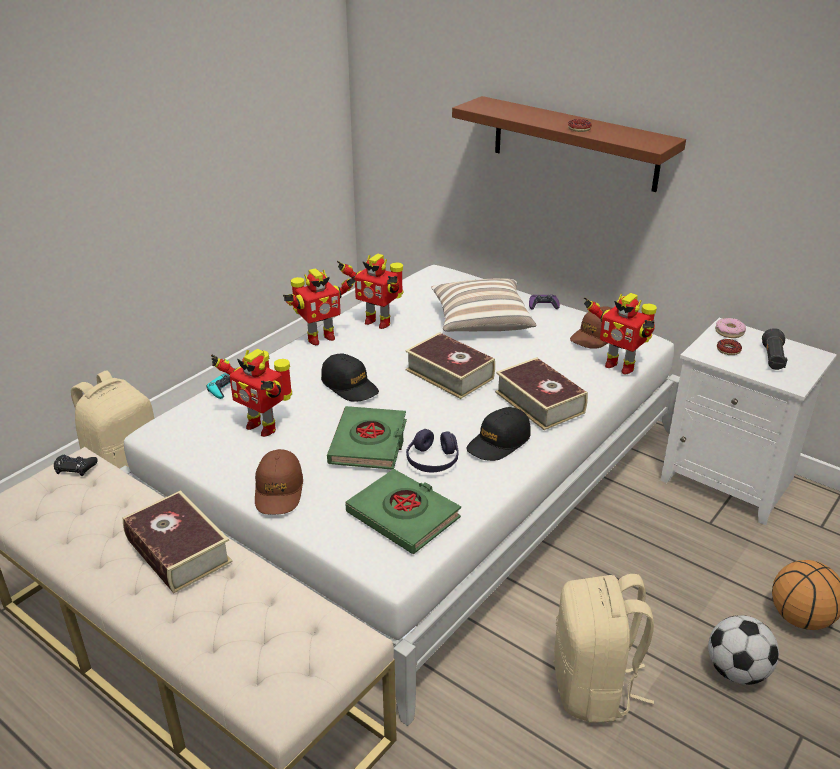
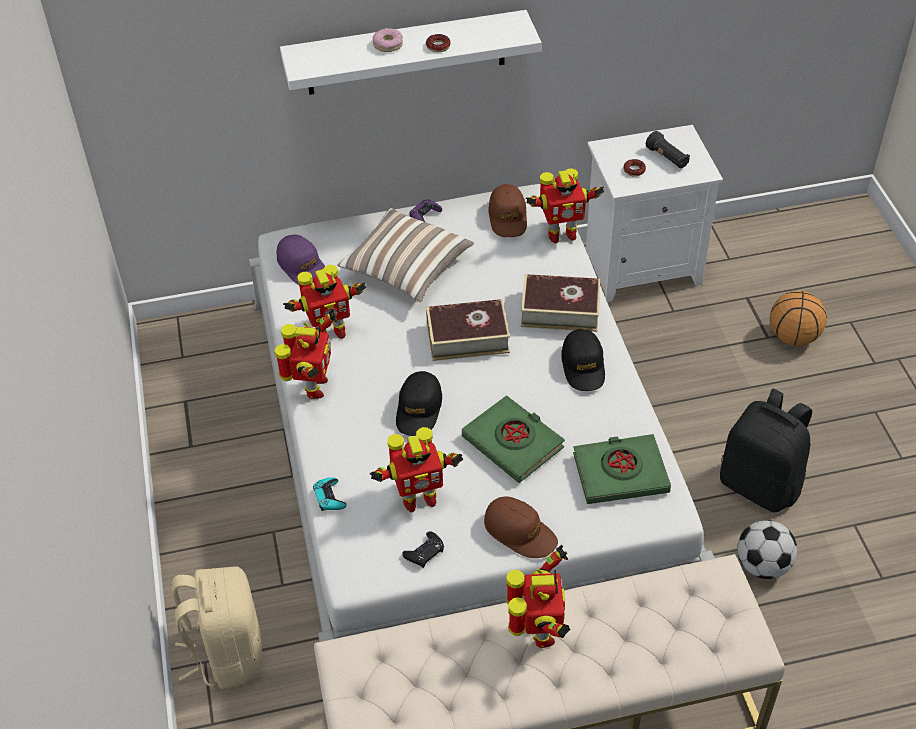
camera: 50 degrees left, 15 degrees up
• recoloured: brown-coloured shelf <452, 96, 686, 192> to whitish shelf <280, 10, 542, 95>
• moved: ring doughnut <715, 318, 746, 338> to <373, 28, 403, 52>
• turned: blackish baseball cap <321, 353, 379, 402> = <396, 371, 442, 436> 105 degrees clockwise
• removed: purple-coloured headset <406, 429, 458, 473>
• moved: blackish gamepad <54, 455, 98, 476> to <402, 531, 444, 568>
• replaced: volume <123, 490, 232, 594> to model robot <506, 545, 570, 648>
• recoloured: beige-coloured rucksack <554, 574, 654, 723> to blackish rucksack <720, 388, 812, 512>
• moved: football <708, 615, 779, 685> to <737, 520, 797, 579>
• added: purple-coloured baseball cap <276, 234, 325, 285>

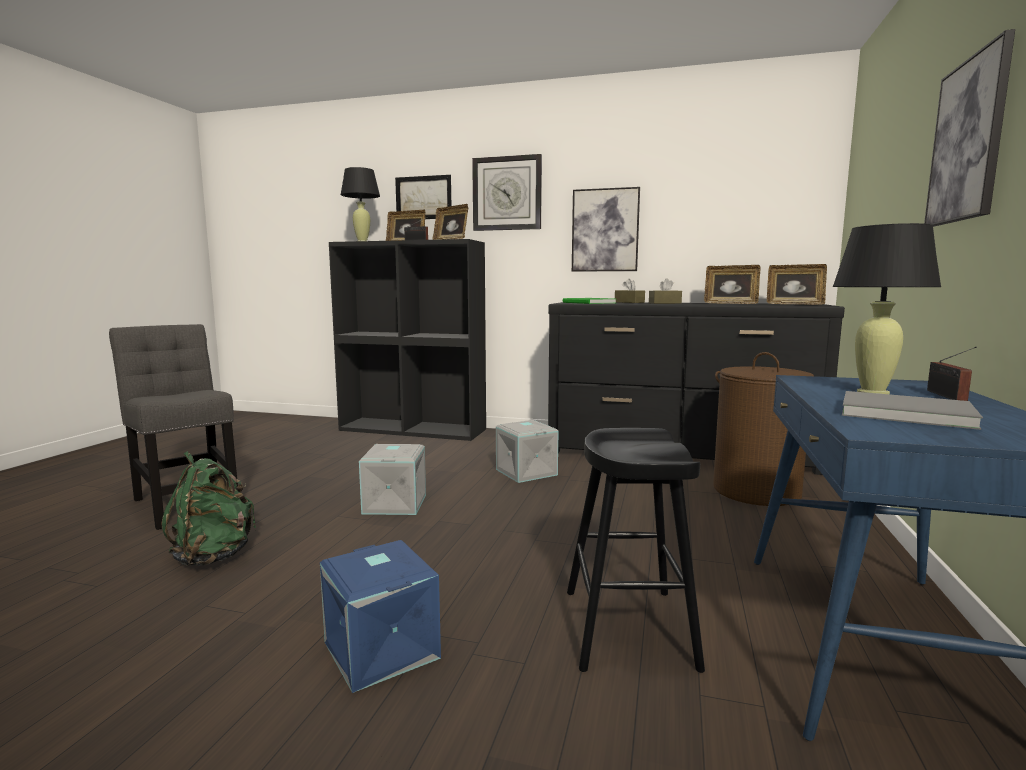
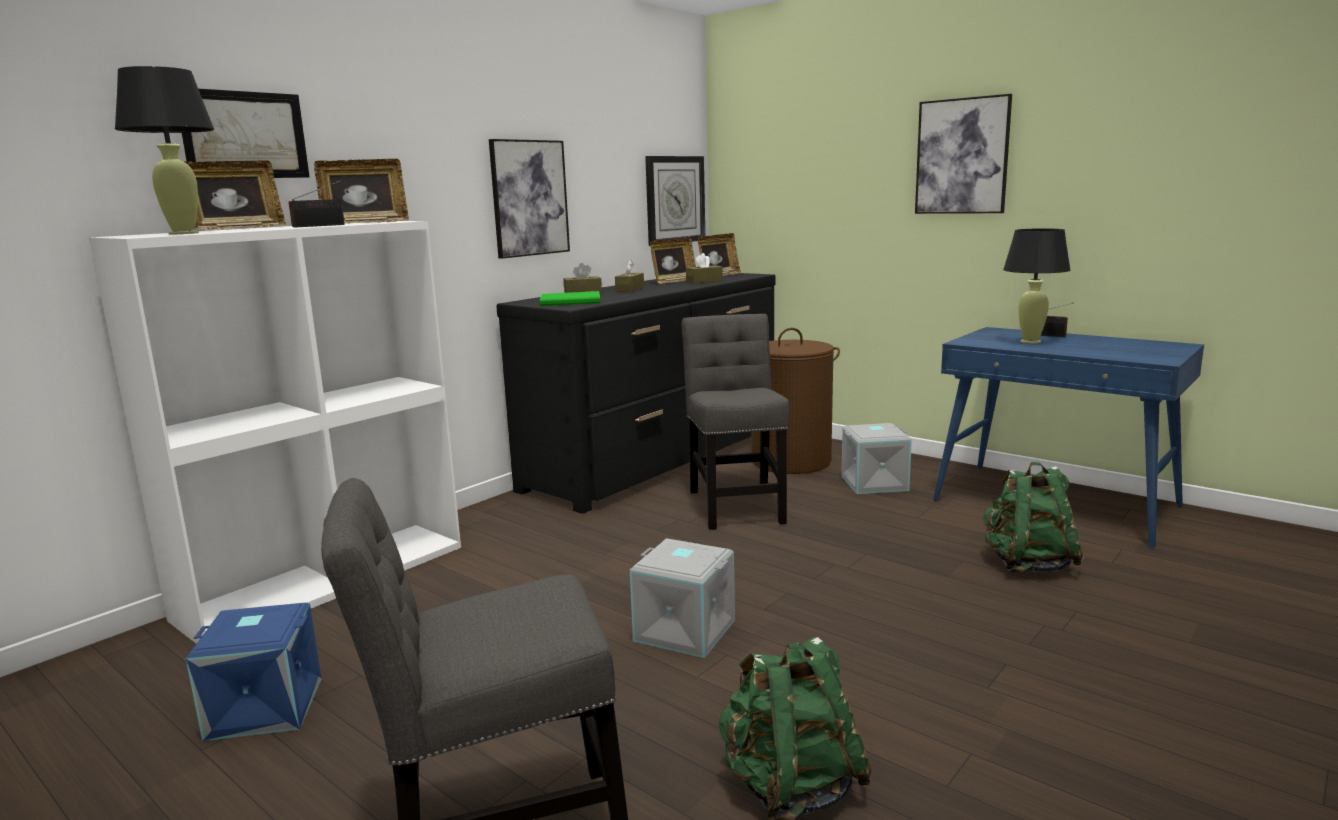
camera: 65 degrees left, 5 degrees up
• moved: clock on the wall <472, 154, 542, 231> to <645, 156, 705, 246>
• recoloured: blackish shelving unit <329, 239, 486, 441> to whitish shelving unit <89, 221, 461, 644>
• removed: grey volume <842, 391, 983, 430>
• moved: grey storage bin <496, 420, 558, 483> to <841, 423, 912, 494>
• replaced: blackish stool seat <567, 428, 705, 673> to green rucksack <983, 462, 1084, 573>
• moved: blue storage bin <320, 540, 441, 693> to <186, 603, 322, 741>
• added: brown-coloured tissue box <686, 253, 723, 283>
• added: grey chair <681, 314, 789, 530>

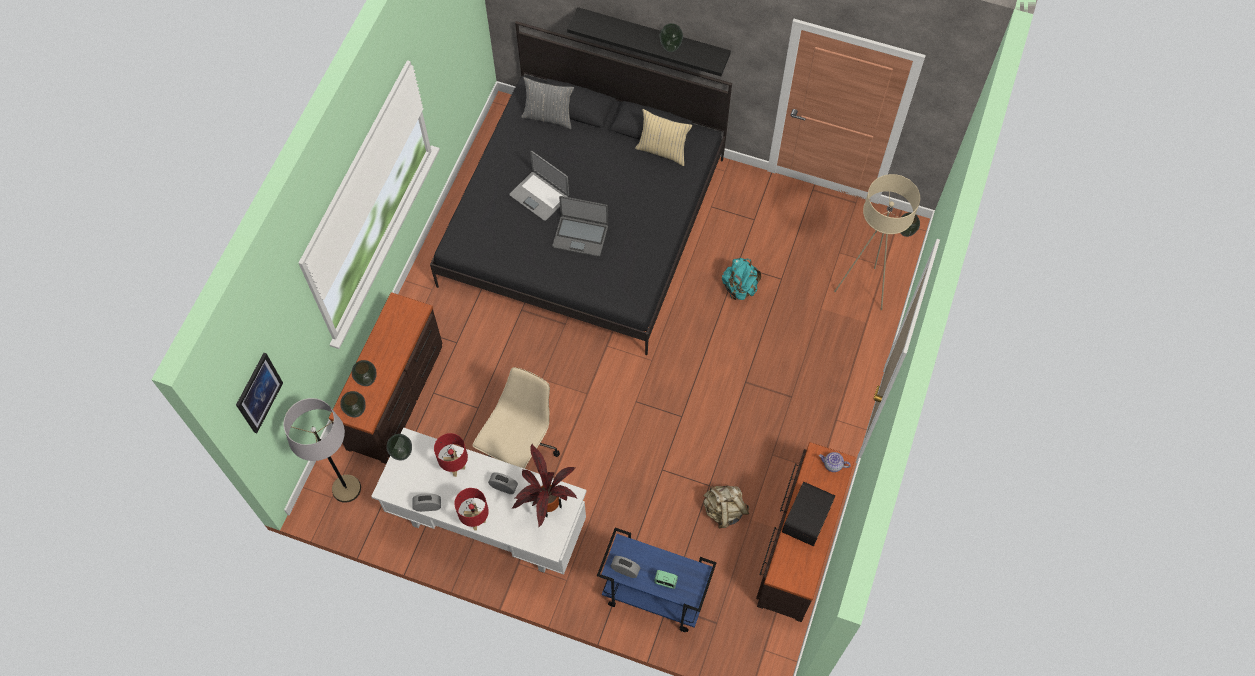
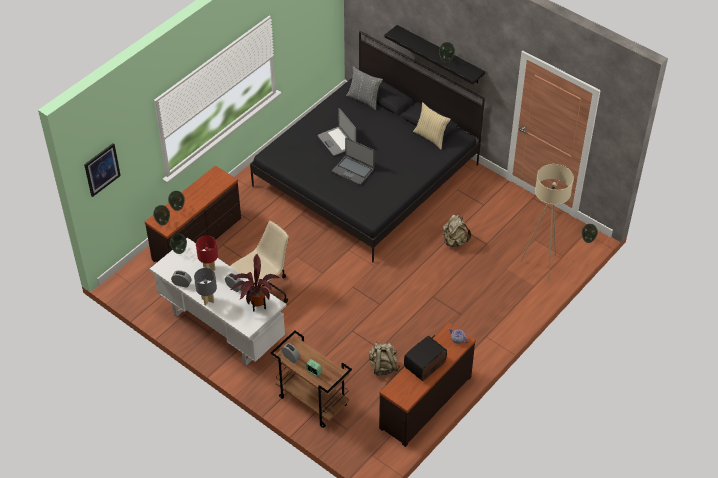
camera: 20 degrees right, 15 degrees down
• recoloured: blue-green rucksack <722, 258, 761, 300> to beige-coloured rucksack <443, 215, 471, 247>
• removed: grey standard lamp <284, 398, 361, 503>
• recoloured: reddish table lamp <455, 488, 489, 530> to grey table lamp <194, 268, 217, 305>
• recoloured: blue wheeled cart <597, 528, 717, 632> to brown-coloured wheeled cart <270, 331, 352, 428>

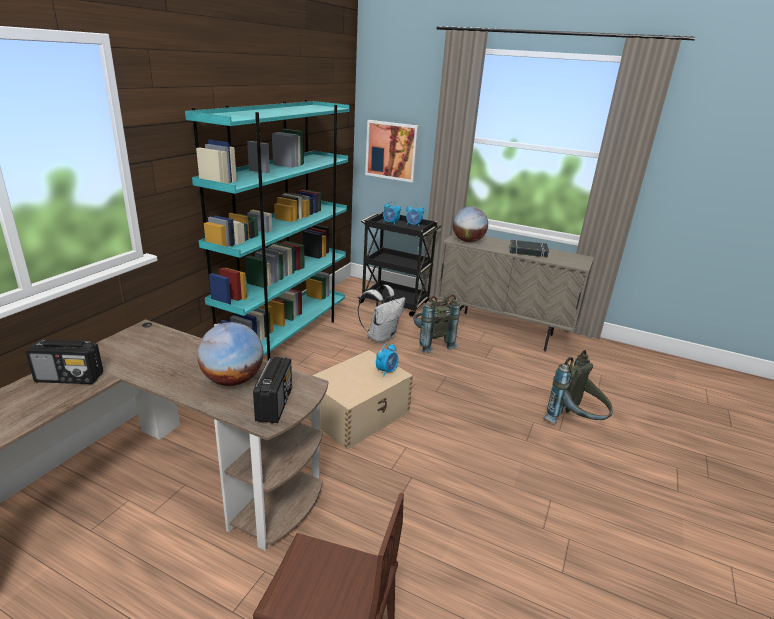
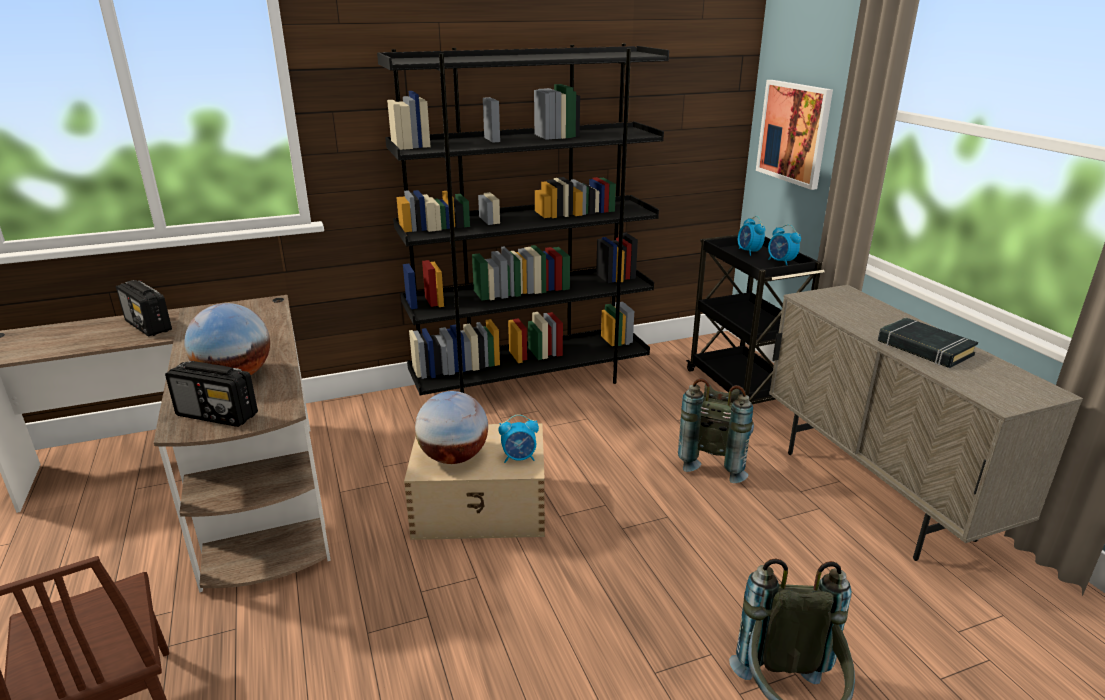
camera: 45 degrees right, 0 degrees up
• recoloured: blue-green shelving unit <185, 100, 350, 360> to blackish shelving unit <377, 44, 669, 396>
• moved: world globe <452, 206, 488, 242> to <415, 391, 488, 464>
• removed: whitish rucksack <358, 285, 405, 343>
• turned: radio <253, 357, 292, 424> = <165, 361, 258, 427> 60 degrees clockwise

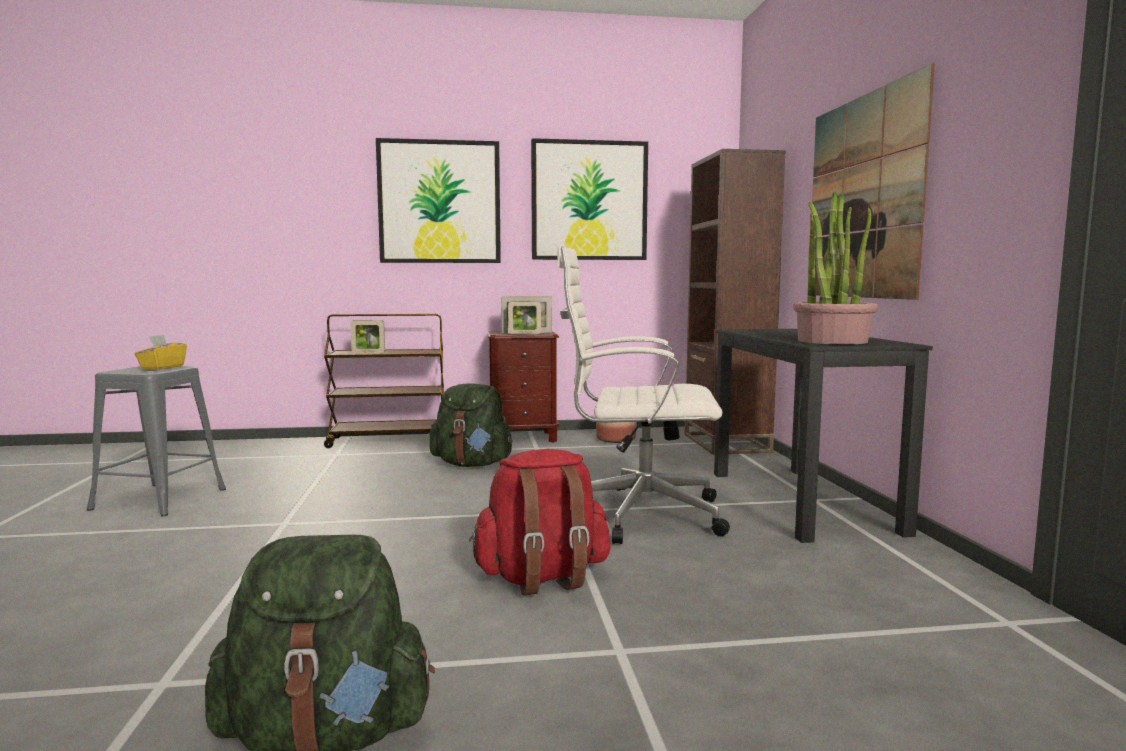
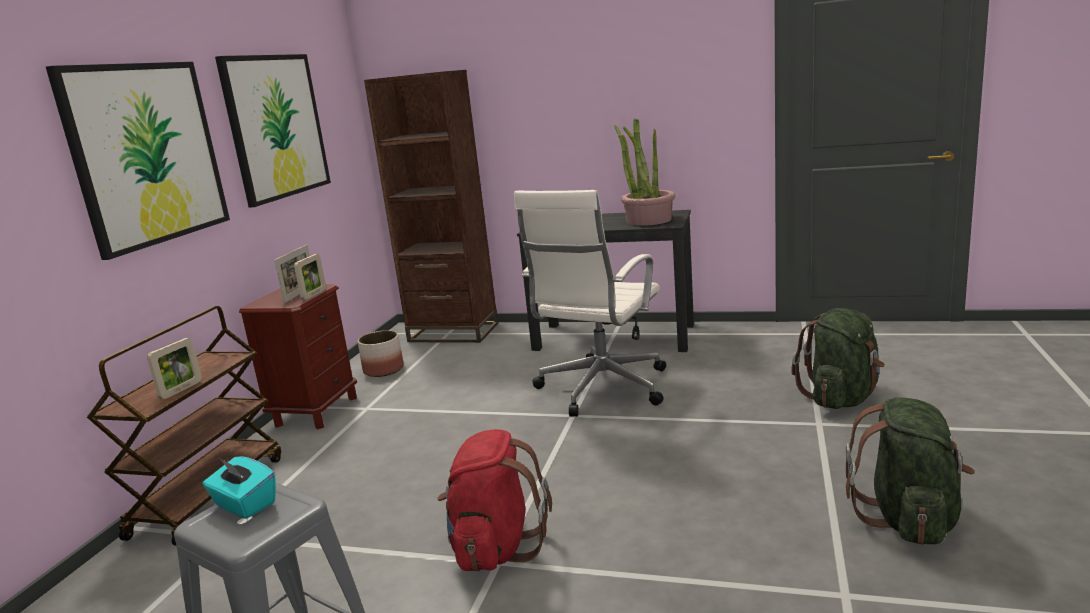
camera: 65 degrees left, 10 degrees up
• removed: wall picture <812, 63, 935, 300>
• recoloured: yellowish tissue box <135, 335, 187, 369> to blue-green tissue box <202, 456, 276, 519>
• moved: green rucksack <430, 383, 512, 467> to <791, 308, 885, 409>
• moved: reddish rucksack <469, 449, 611, 595> to <437, 429, 552, 572>

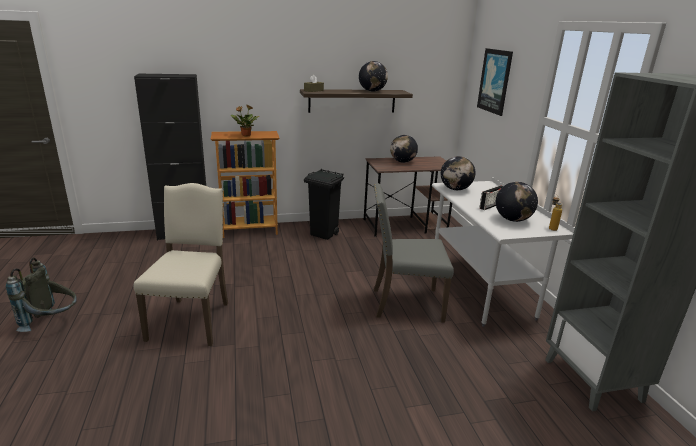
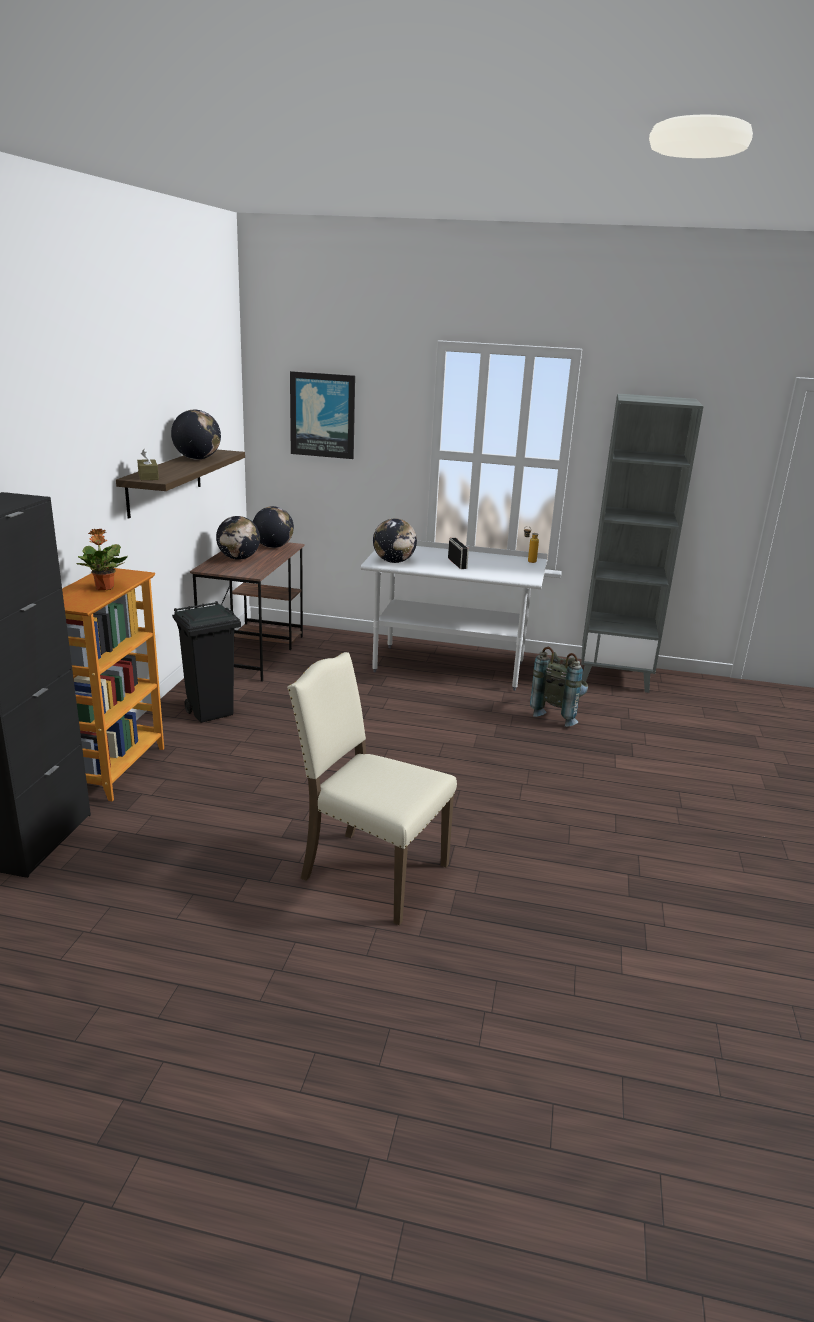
camera: 65 degrees left, 0 degrees up
• moved: world globe <496, 182, 538, 222> to <253, 506, 294, 548>
• removed: grey chair <374, 183, 454, 323>
• moved: grey rucksack <6, 257, 77, 332> to <530, 647, 588, 727>

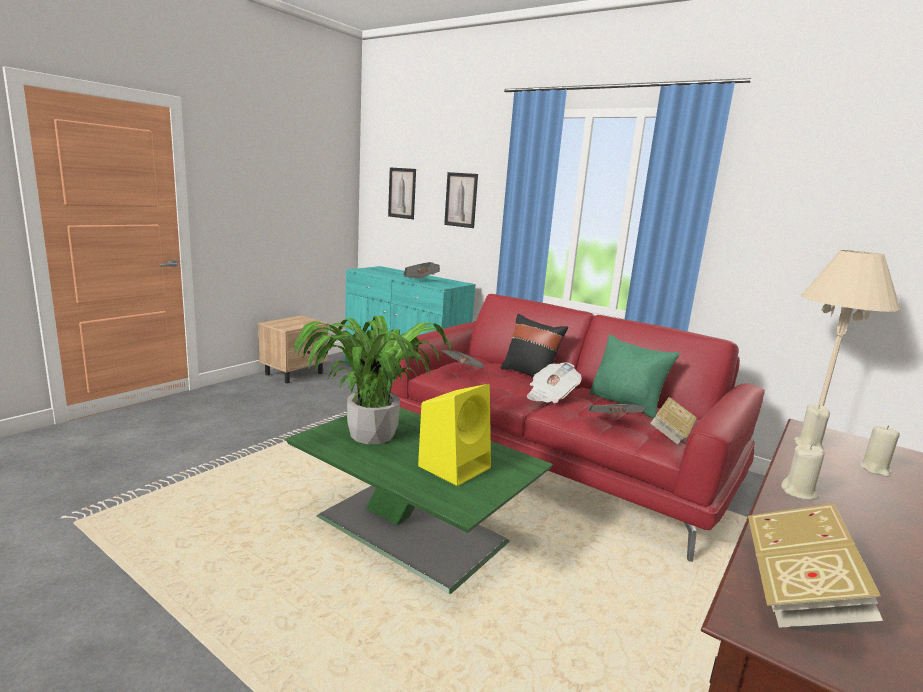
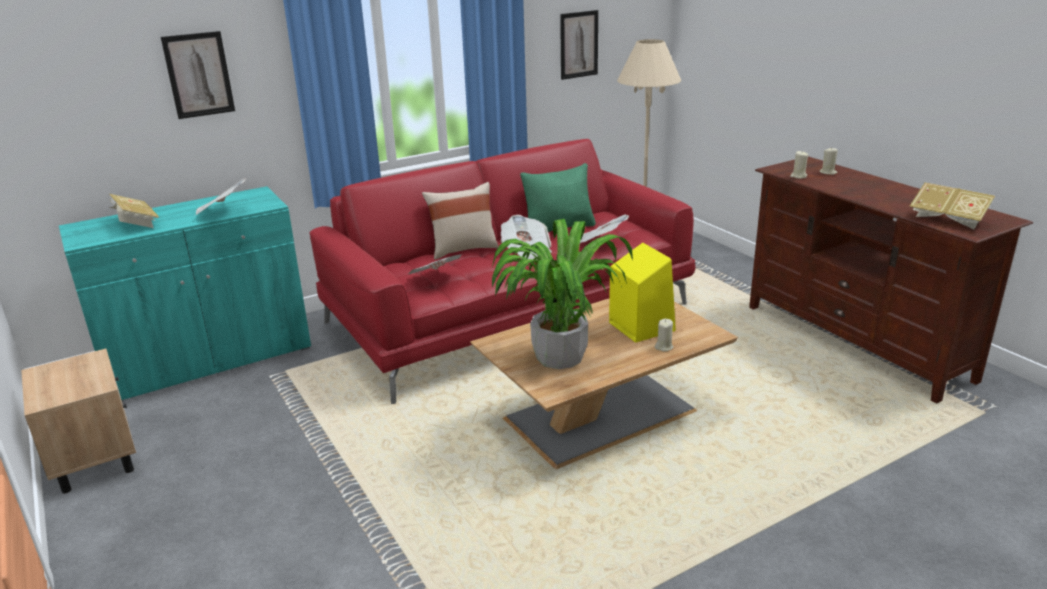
camera: 65 degrees left, 10 degrees up
• moved: wall picture <388, 167, 416, 219> to <560, 10, 598, 80>
• recoloured: blackish cushion <501, 314, 568, 377> to beige-coloured cushion <422, 182, 498, 260>
• moved: volume <650, 397, 697, 445> to <108, 194, 159, 228>
• recoloured: green lounge table <285, 407, 553, 594> to brown-coloured lounge table <470, 299, 738, 469>
• moved: beige-coloured wax candle <781, 445, 825, 500> to <655, 319, 673, 352>

